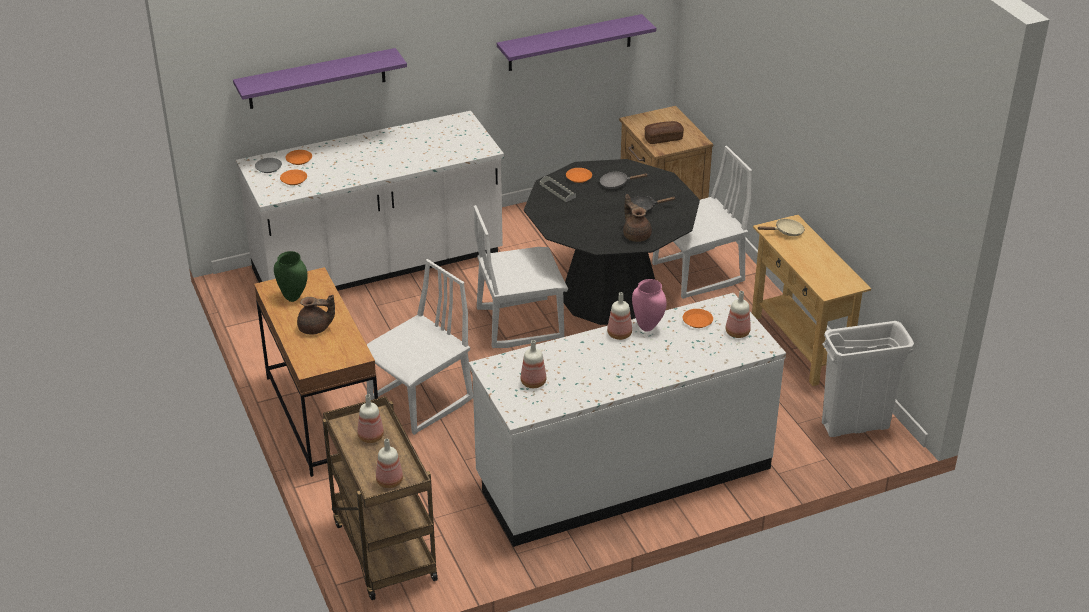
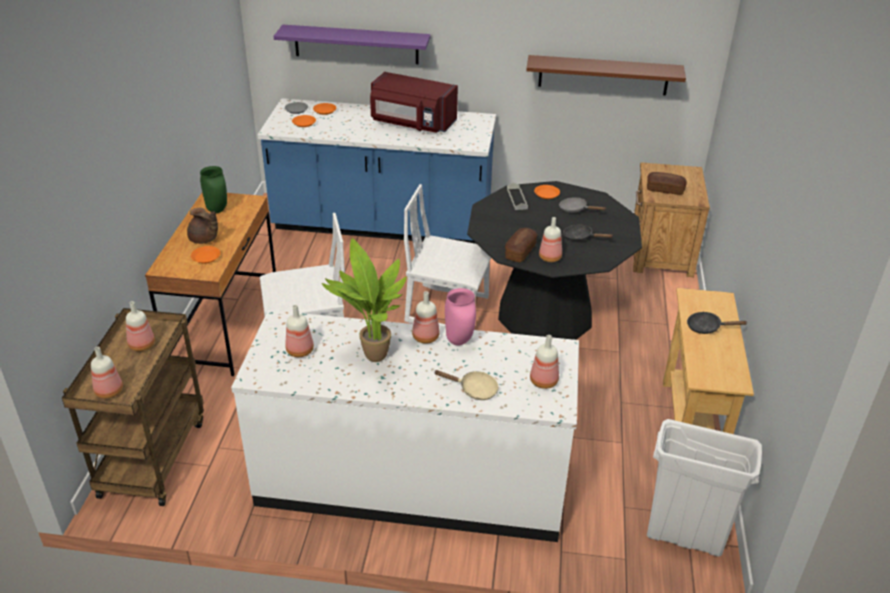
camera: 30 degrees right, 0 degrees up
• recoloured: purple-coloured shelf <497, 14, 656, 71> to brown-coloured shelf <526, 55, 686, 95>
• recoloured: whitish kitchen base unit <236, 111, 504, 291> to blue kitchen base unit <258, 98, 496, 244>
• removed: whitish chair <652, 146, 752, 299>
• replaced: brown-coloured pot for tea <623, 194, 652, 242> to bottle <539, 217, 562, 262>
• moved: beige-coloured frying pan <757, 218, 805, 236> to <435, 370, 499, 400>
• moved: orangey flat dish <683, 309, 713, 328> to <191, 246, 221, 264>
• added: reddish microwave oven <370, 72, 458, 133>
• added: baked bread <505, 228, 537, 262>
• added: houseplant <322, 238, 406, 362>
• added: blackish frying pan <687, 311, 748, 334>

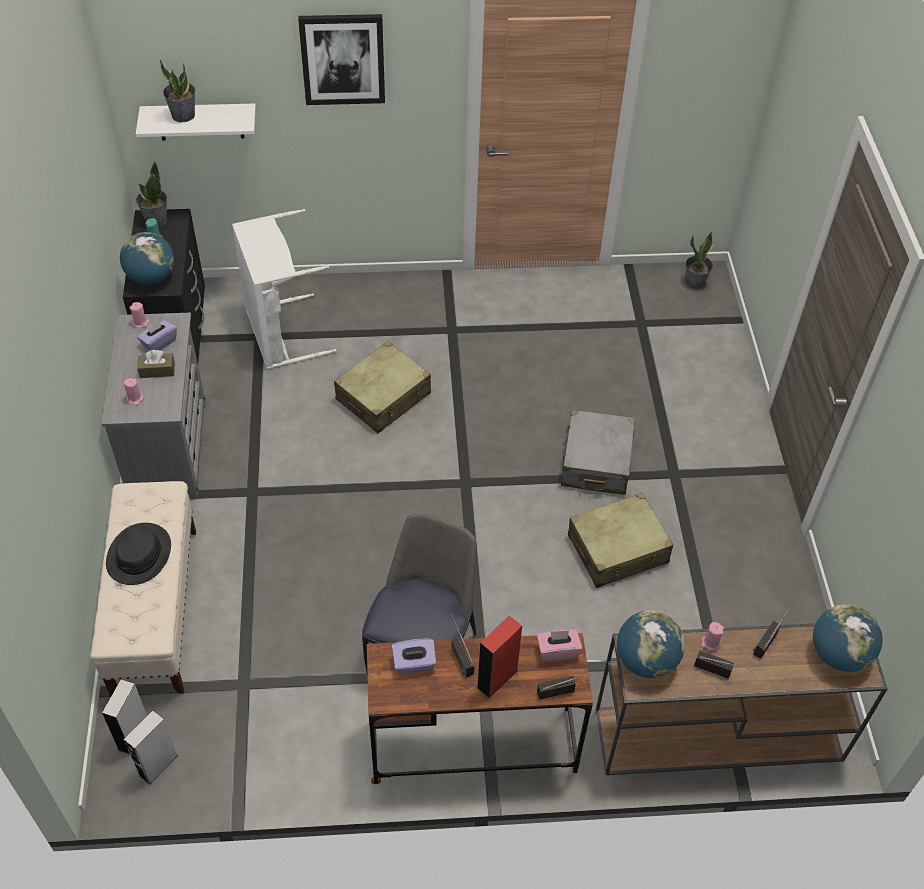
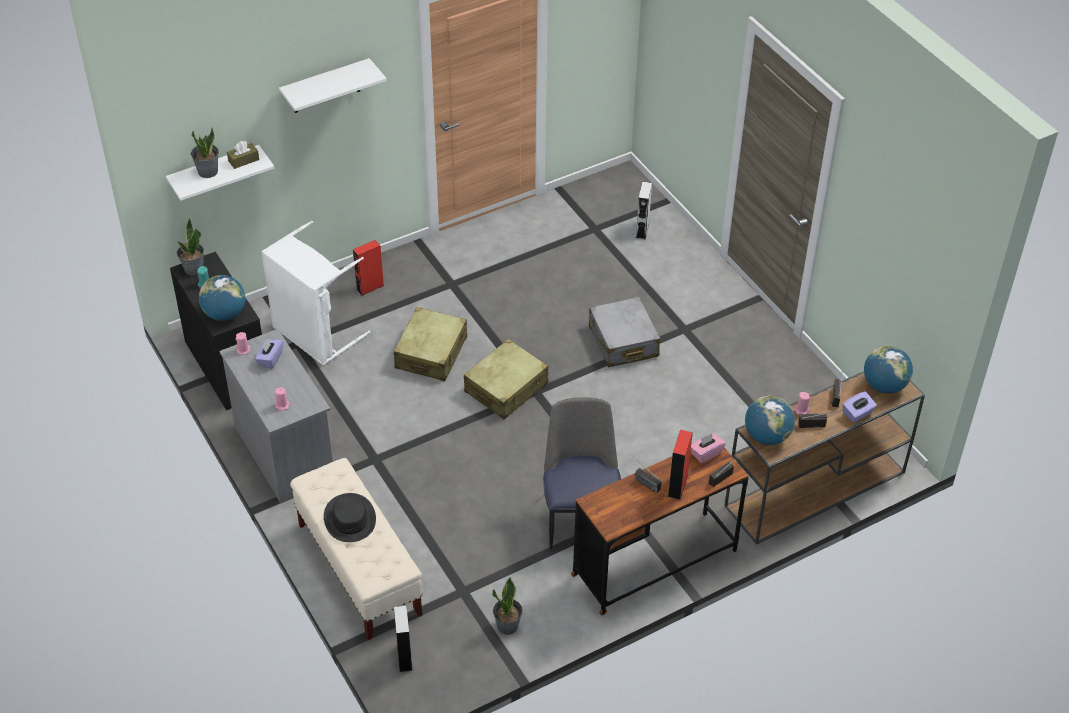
camera: 25 degrees left, 5 degrees down
• replaced: wall picture <298, 14, 385, 105> to whitish shelf <279, 58, 387, 113>
• moved: houseplant <685, 231, 713, 289> to <492, 577, 523, 635>
• moved: brown-coloured tissue box <137, 350, 175, 378> to <227, 141, 259, 169>
• moved: beige-coloured travel case <568, 493, 673, 588> to <464, 339, 548, 419>
• moved: purple-coloured tissue box <391, 638, 437, 673> to <842, 391, 877, 423>
• moved: grey speaker <124, 711, 178, 785> to <636, 182, 652, 239>
• added: reddish speaker <353, 240, 384, 296>

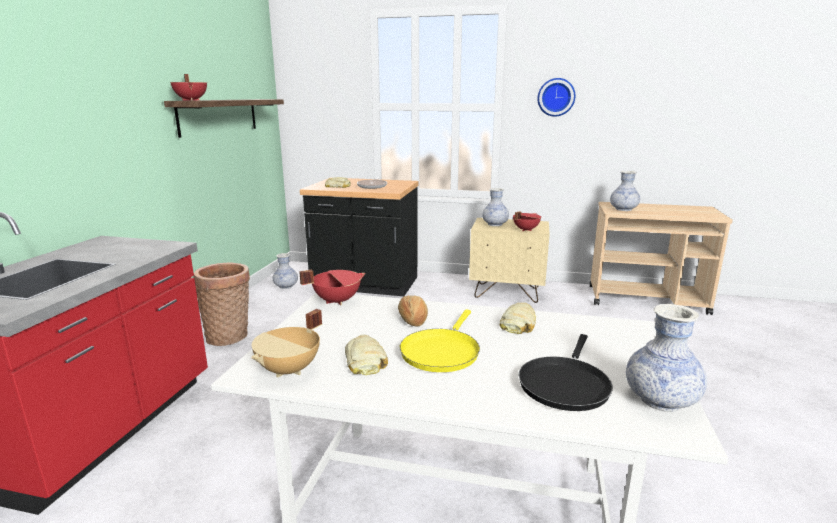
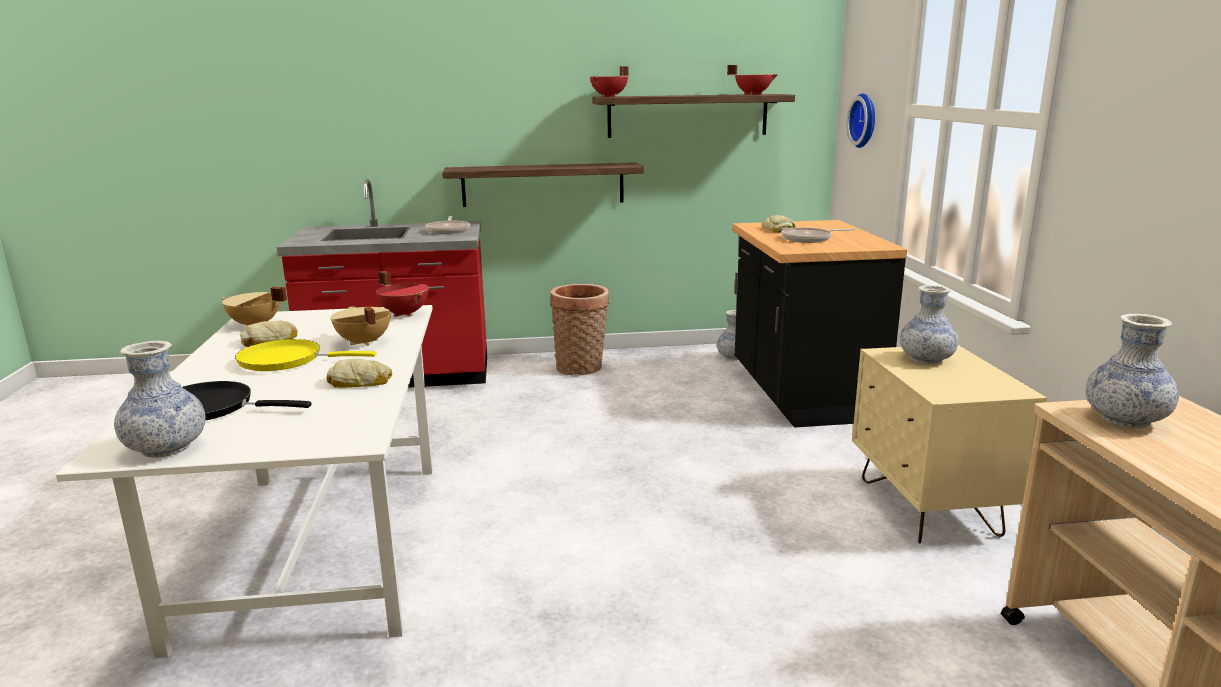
camera: 70 degrees right, 0 degrees up
• moved: clock on the wall <537, 78, 576, 117> to <847, 93, 875, 148>
• moved: reddish stockpot <513, 211, 541, 231> to <727, 65, 778, 95>
• replaced: baked bread <398, 295, 428, 326> to beige-coloured stockpot <330, 306, 391, 346>
• added: shelf <442, 163, 644, 207>
• added: frying pan <425, 216, 470, 234>

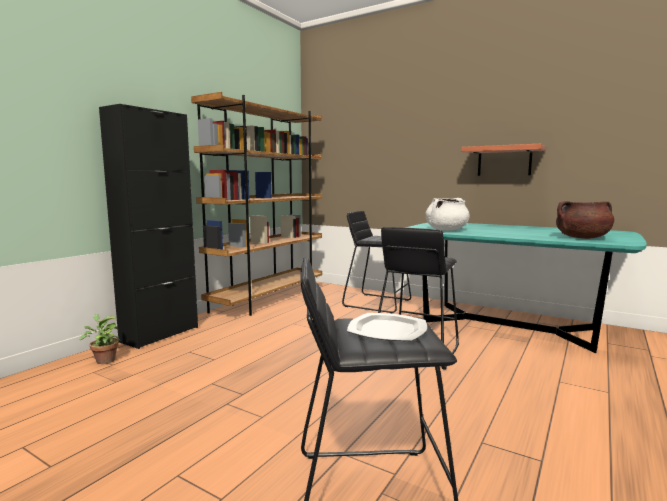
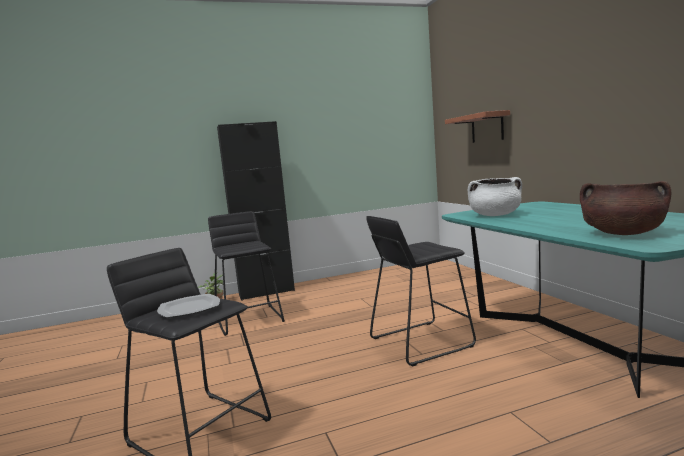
camera: 40 degrees right, 0 degrees up
• removed: brown-coloured shelving unit <191, 92, 322, 316>
• moved: shelf <461, 144, 545, 176> to <445, 110, 510, 143>
• moved: blackish stool seat <342, 211, 411, 314> to <208, 211, 285, 336>

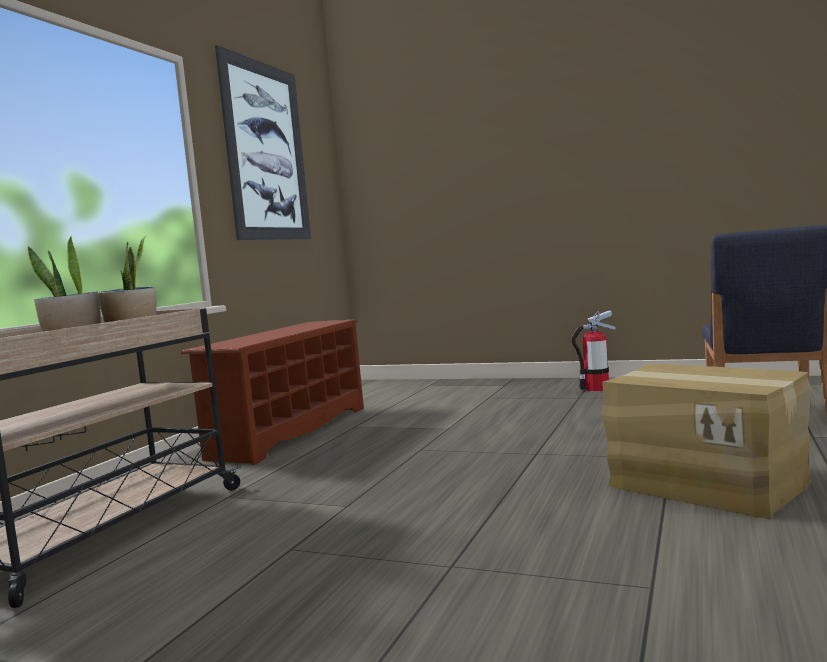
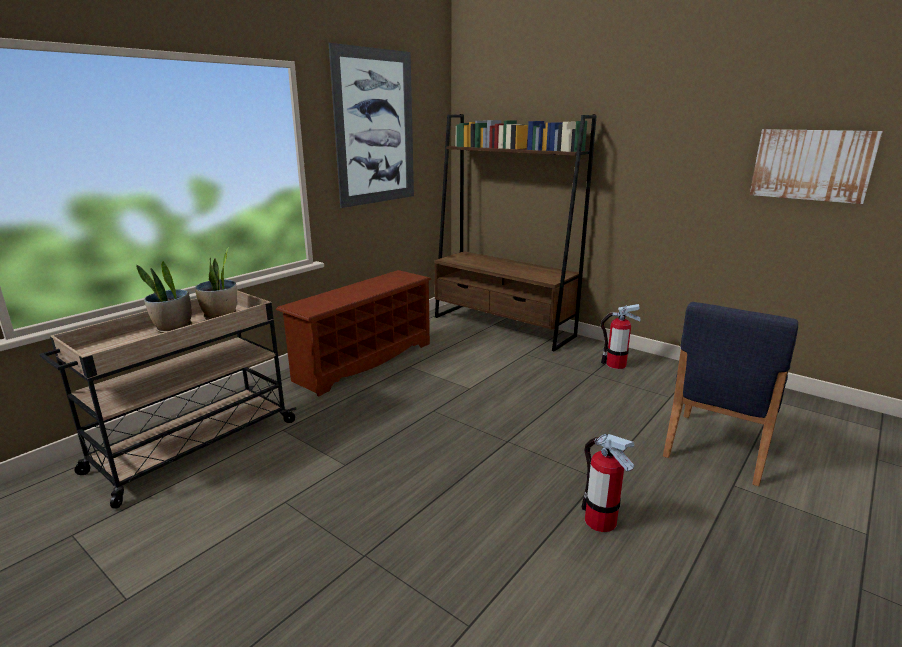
camera: 15 degrees right, 15 degrees up
• replaced: cardboard box <602, 364, 811, 519> to fire extinguisher <582, 434, 635, 532>
• added: brown-coloured shelving unit <435, 114, 597, 351>
• added: wall picture <750, 129, 883, 204>

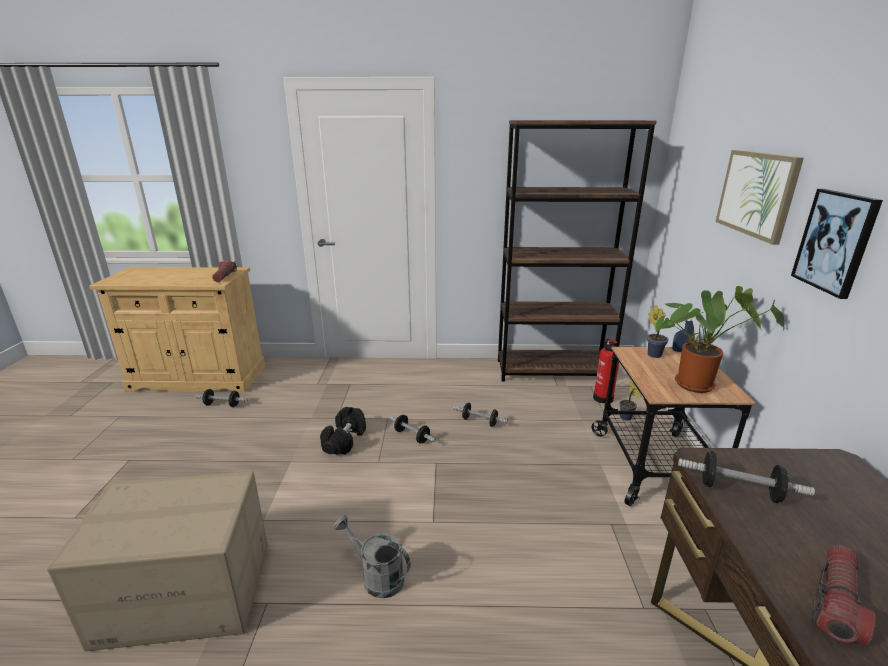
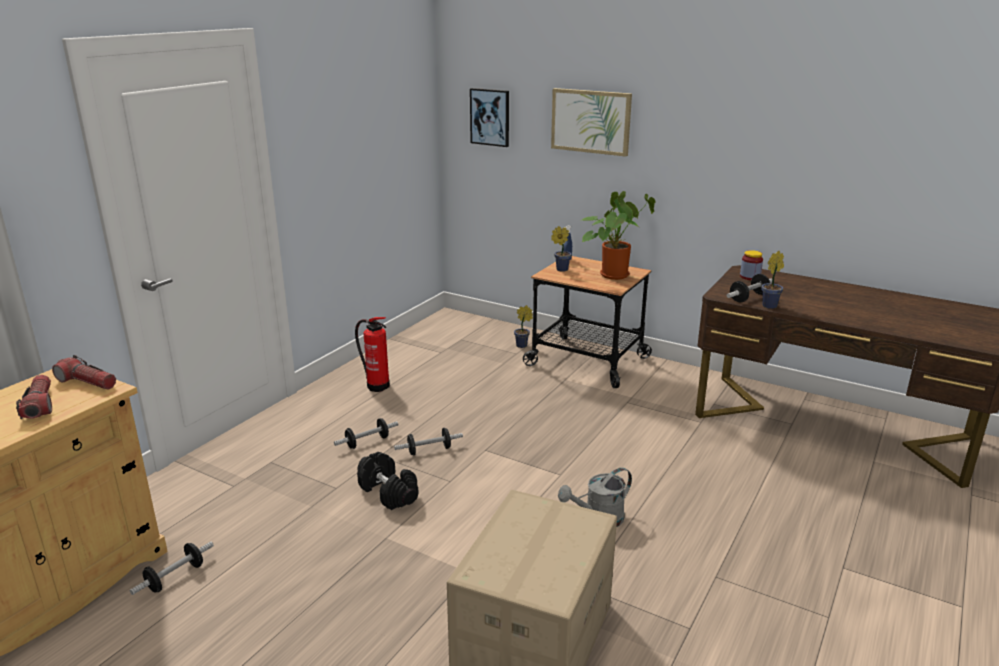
camera: 60 degrees left, 0 degrees up
• removed: brown-coloured shelving unit <498, 120, 656, 381>
• moved: wall picture <791, 189, 883, 299> to <470, 88, 509, 147>
• moved: fire extinguisher <593, 338, 619, 403> to <355, 317, 390, 392>
• moved: free weight <454, 403, 508, 427> to <334, 418, 398, 449>
• moved: torch <812, 545, 876, 646> to <16, 375, 52, 419>
• added: preserve jar <740, 250, 763, 280>
• added: houseplant <762, 251, 784, 309>

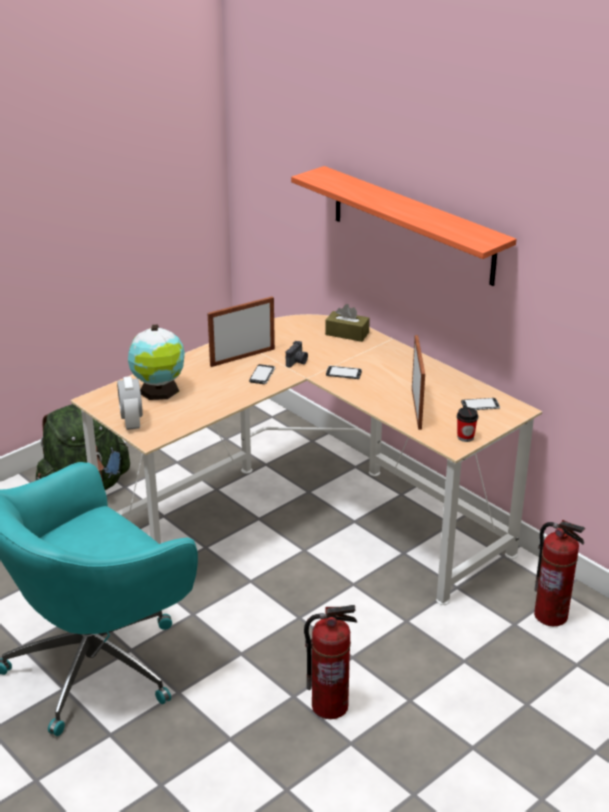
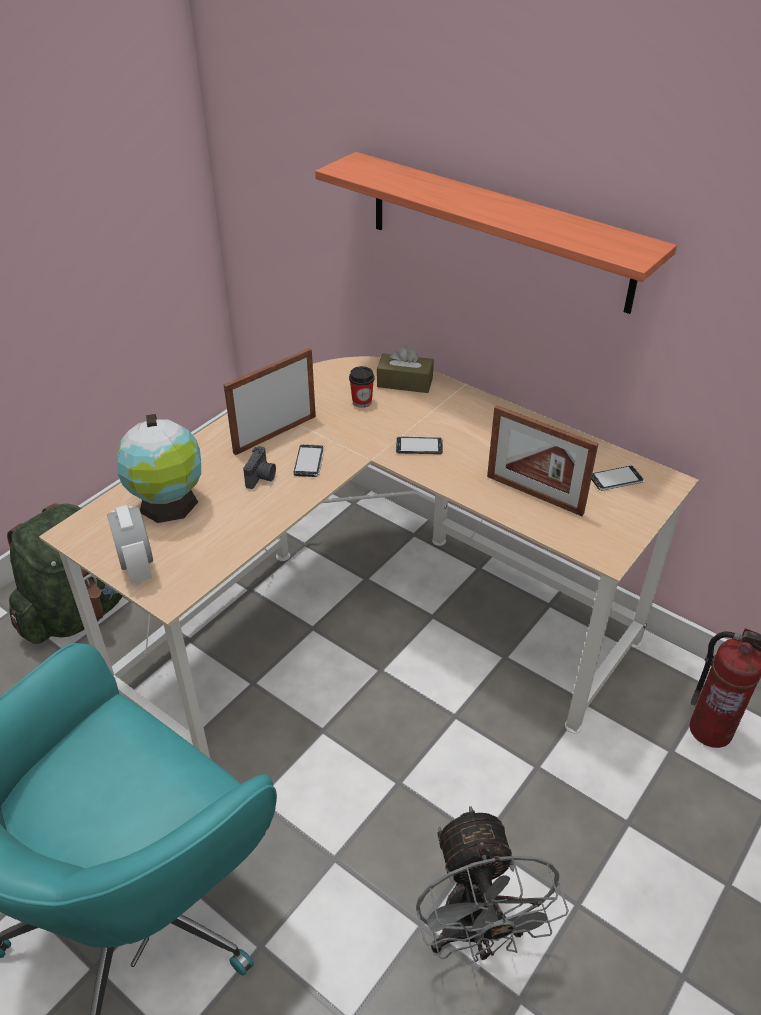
camera: 10 degrees left, 10 degrees up
• turned: photo frame <412, 335, 425, 430> = <487, 405, 598, 516> 135 degrees clockwise
• moved: still camera <286, 341, 308, 368> to <243, 446, 276, 489>
• moved: drinking cup <457, 407, 478, 442> to <349, 366, 374, 408>
• replaced: fire extinguisher <304, 605, 357, 719> to grey electric fan <416, 806, 569, 962>

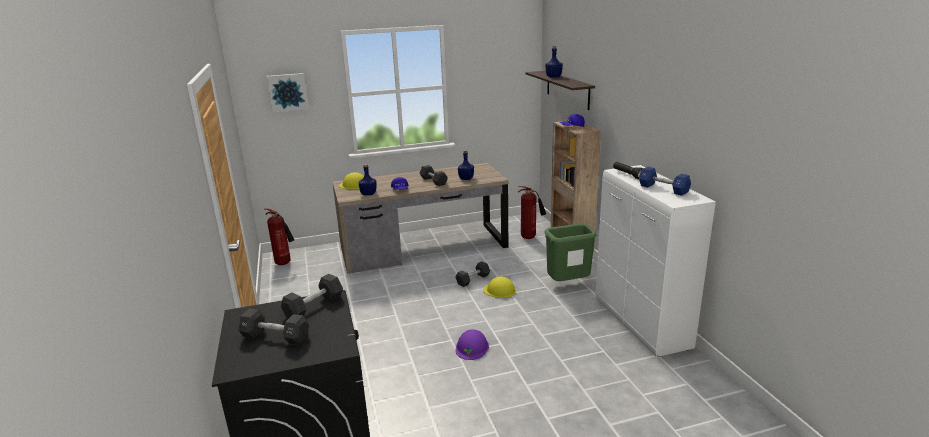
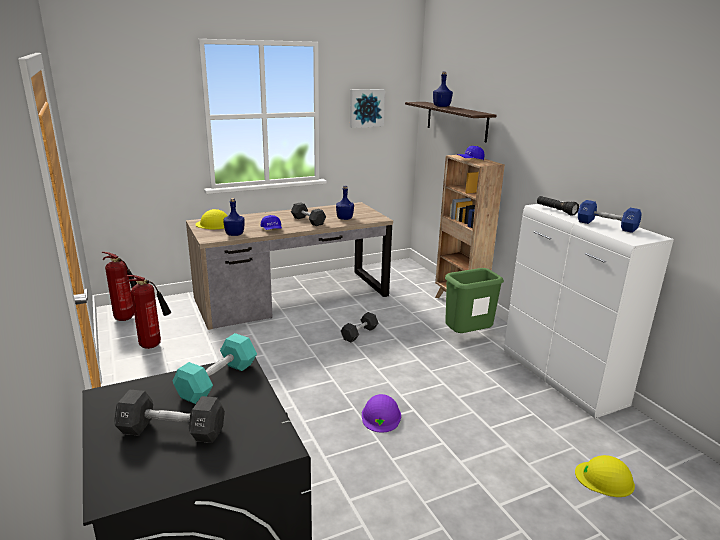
camera: 10 degrees left, 0 degrees up
• moved: wall picture <267, 73, 309, 113> to <350, 89, 385, 128>
• moved: fire extinguisher <518, 186, 546, 239> to <125, 275, 171, 349>
• recoloured: blackish free weight <281, 274, 343, 318> to blue-green free weight <173, 333, 257, 404>
• moved: yellowish safety helmet <483, 277, 516, 298> to <575, 455, 635, 497>

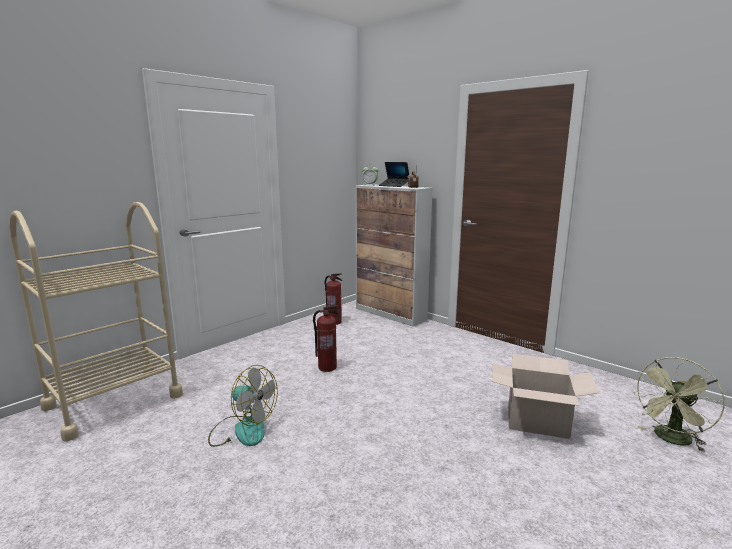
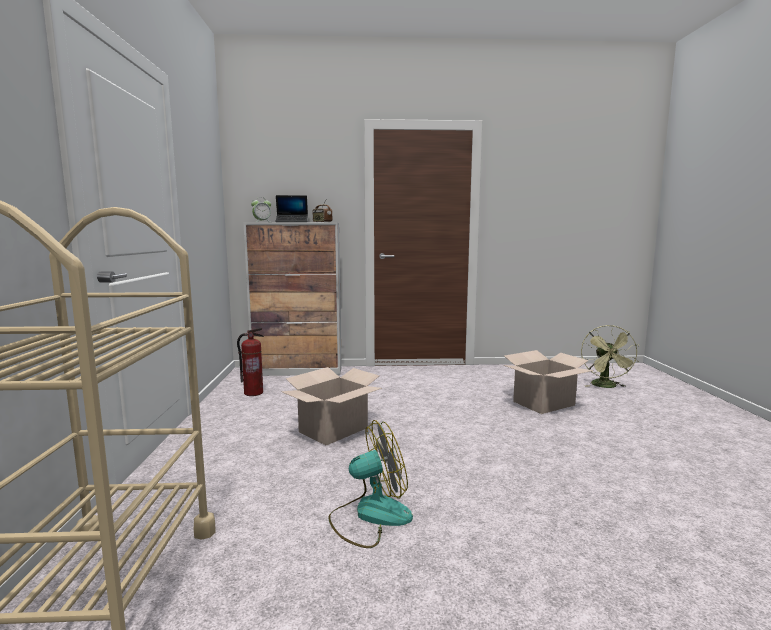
camera: 45 degrees left, 5 degrees down
• replaced: fire extinguisher <313, 305, 339, 372> to cardboard box <281, 367, 382, 446>

